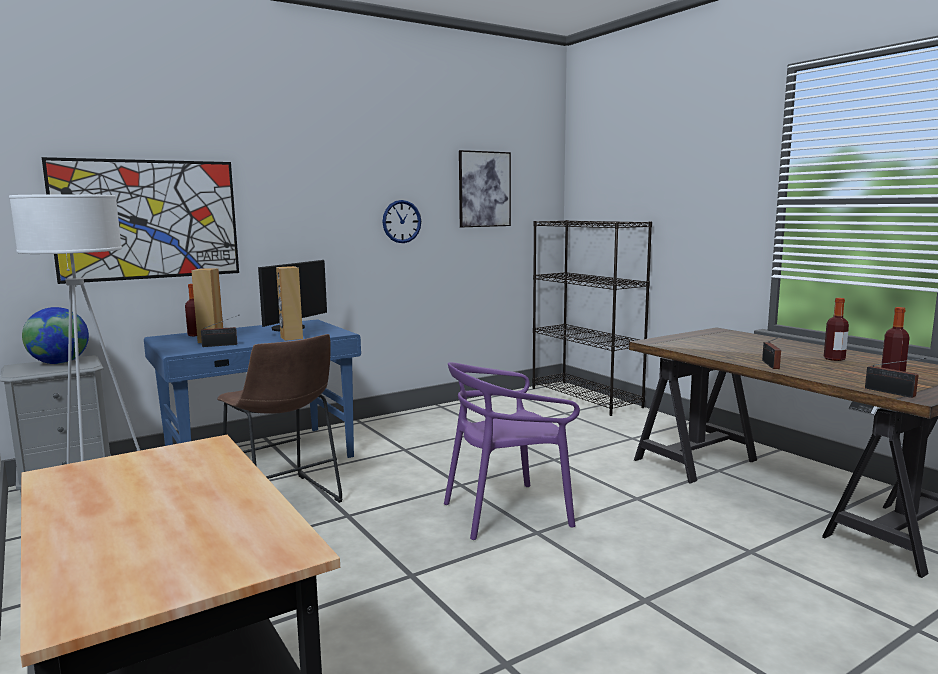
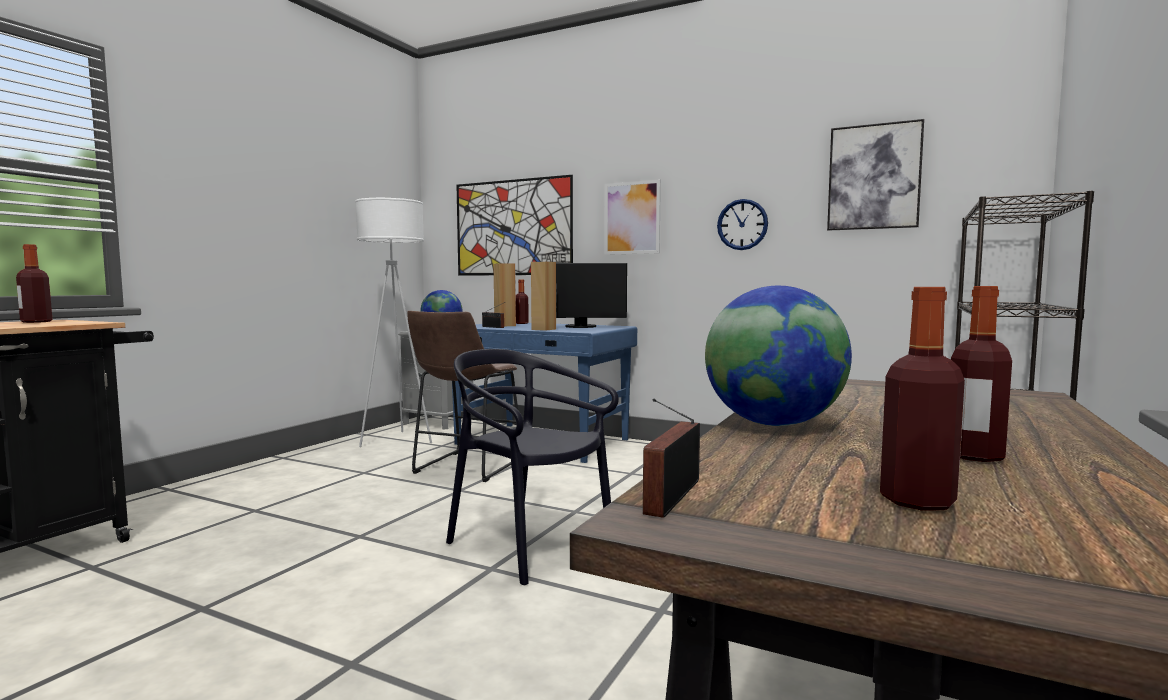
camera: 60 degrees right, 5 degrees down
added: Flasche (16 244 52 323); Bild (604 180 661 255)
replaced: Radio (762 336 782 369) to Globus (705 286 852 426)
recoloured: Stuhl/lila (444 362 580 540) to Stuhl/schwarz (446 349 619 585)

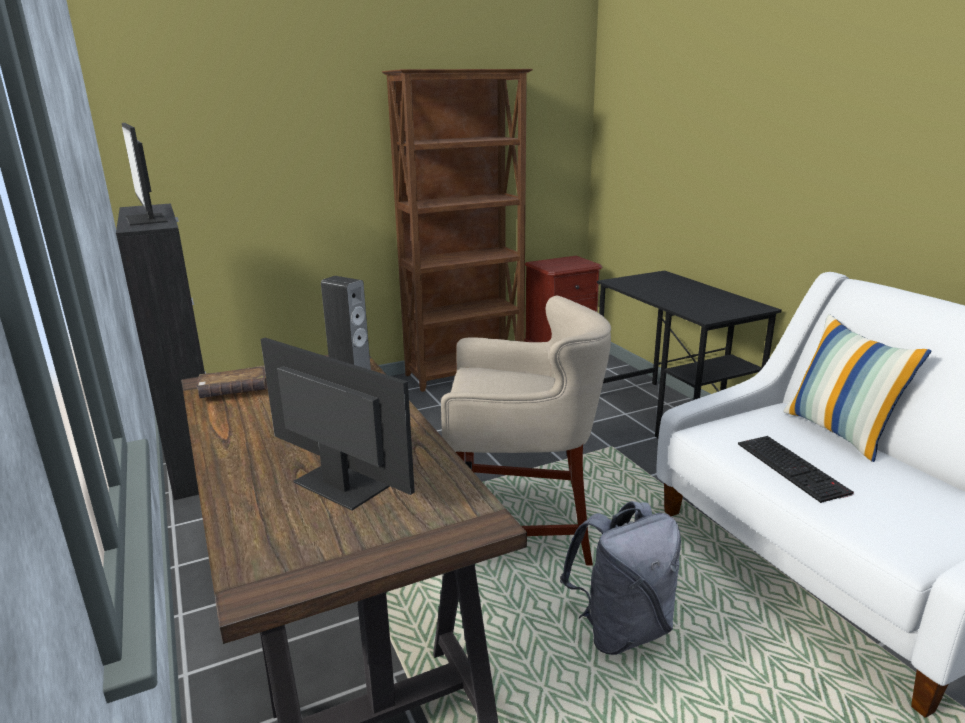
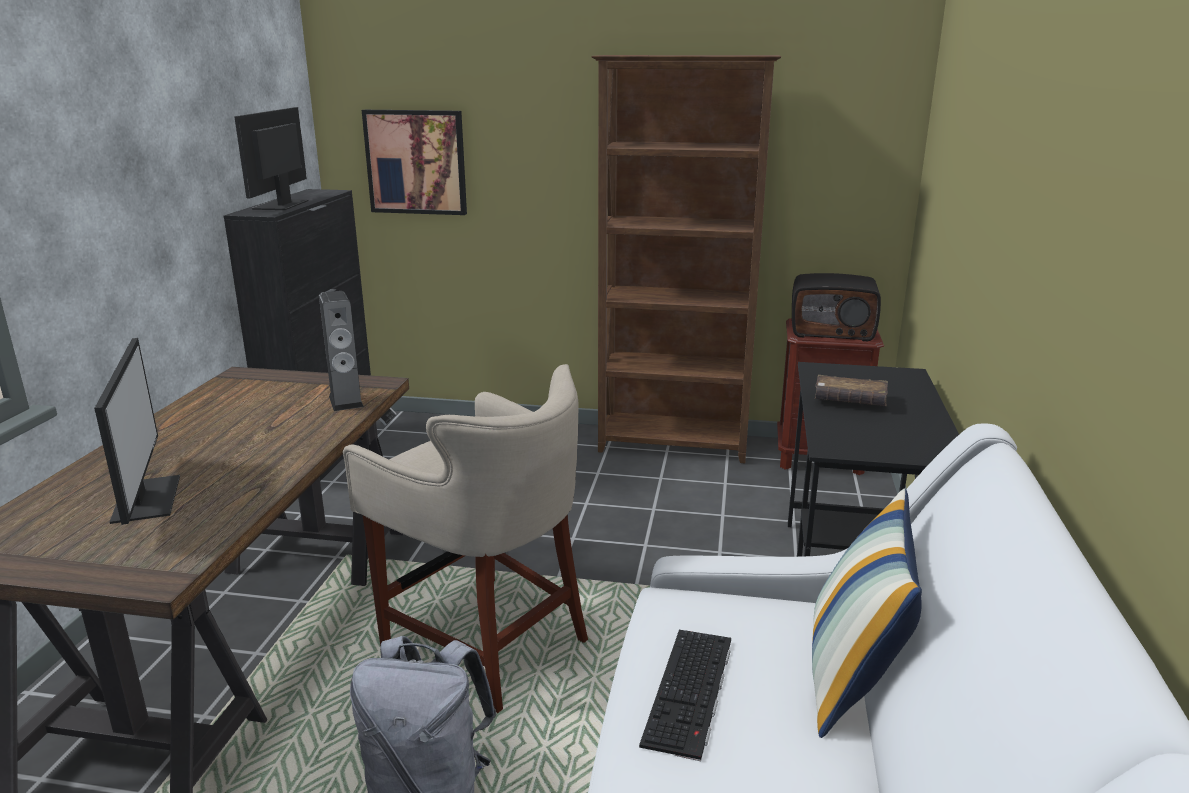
camera: 35 degrees right, 0 degrees up
added: Bild (362 110 467 215); Radio (792 273 881 341)
moved: Buch/braun (196 365 267 398) to (815 375 888 406)

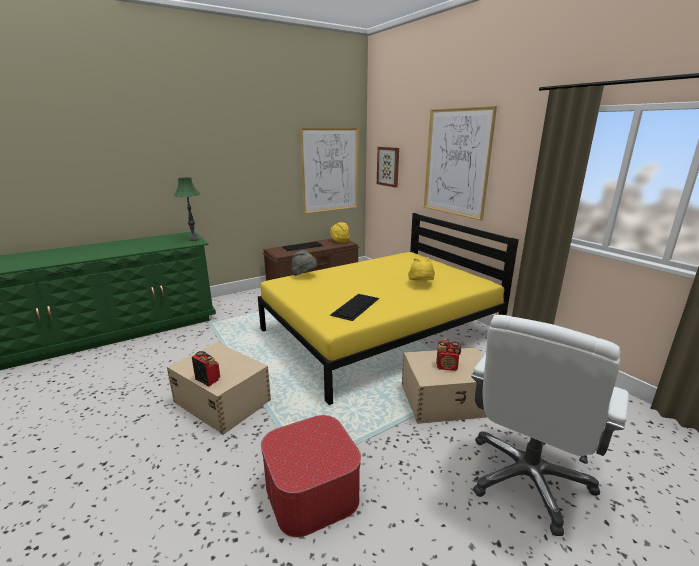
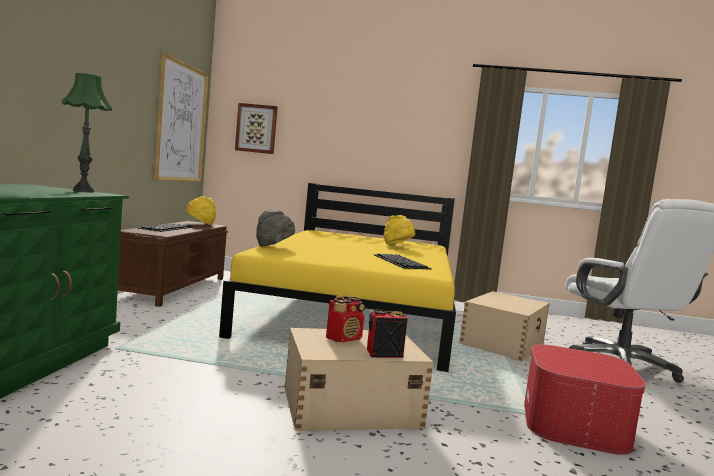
camera: 50 degrees left, 15 degrees down
removed: Bild (424 106 497 220)
moved: Radio (436 339 461 371) to (326 295 365 342)

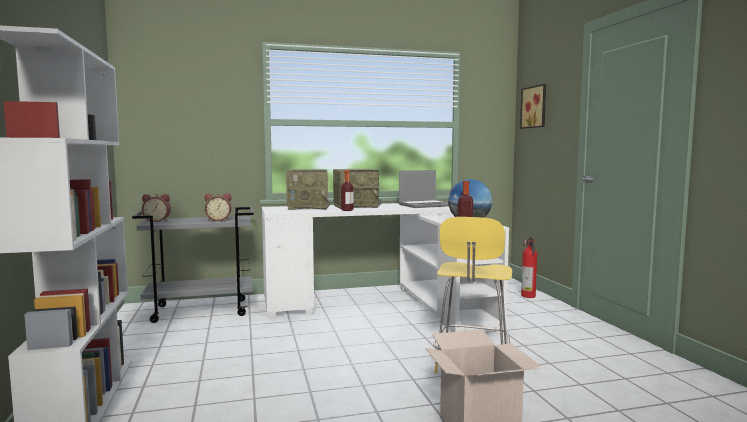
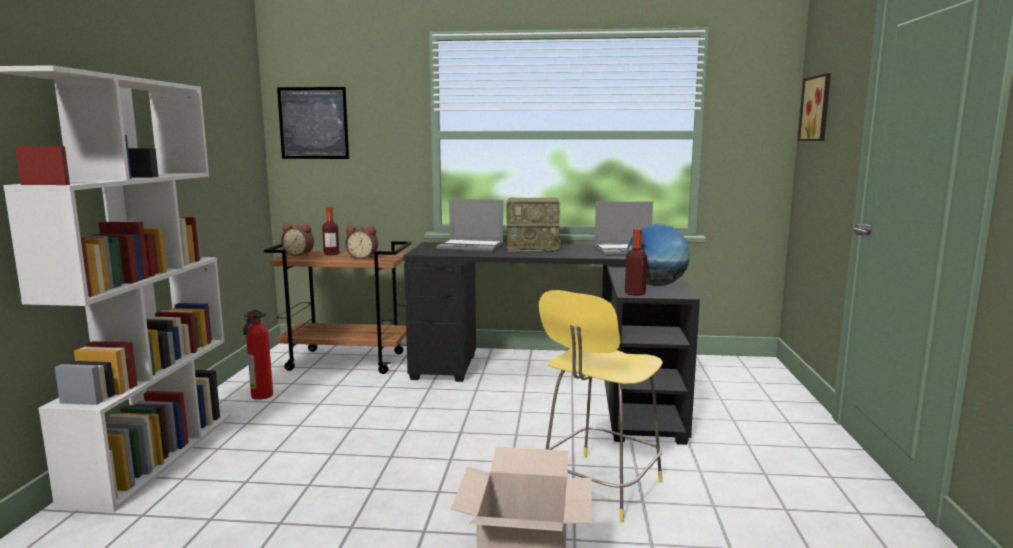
camera: 20 degrees right, 5 degrees up
added: Bild (277 87 349 159)
moved: Feuerlöscher (521 237 537 298) to (243 310 273 400); Flasche (341 170 353 211) to (322 207 339 255)
replaced: Radio (286 169 330 210) to Laptop (436 199 504 252)
recoloured: Rollwagen/grau (132 207 254 323) to Rollwagen/braun (264 241 412 374); Schreibtisch/weiß (262 203 509 333) to Schreibtisch/schwarz (404 242 700 445)

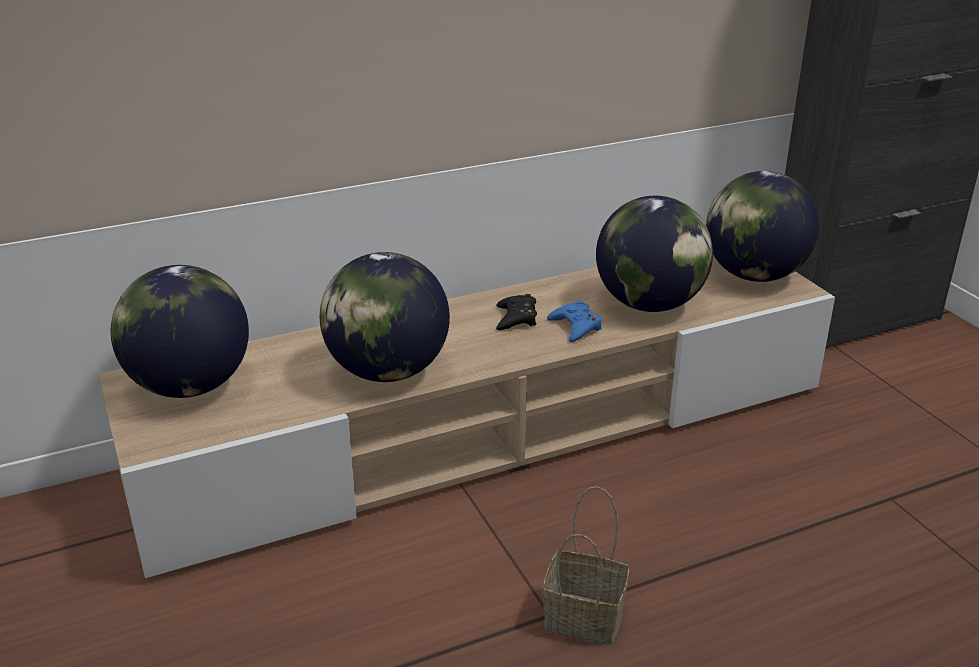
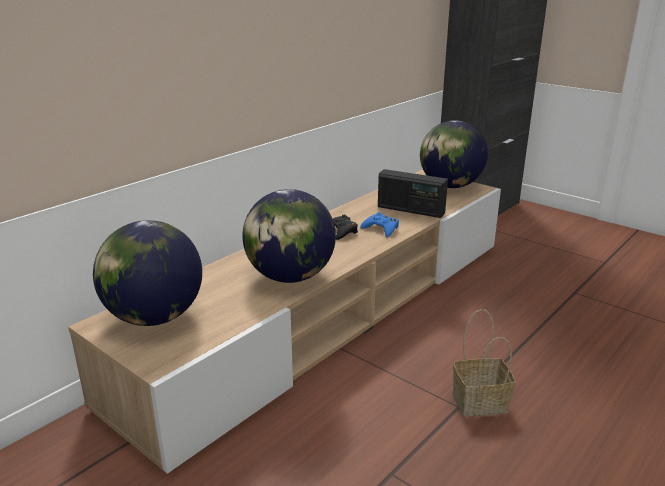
camera: 25 degrees left, 5 degrees down
replaced: Globus (596 196 713 312) to Radio (378 169 448 218)

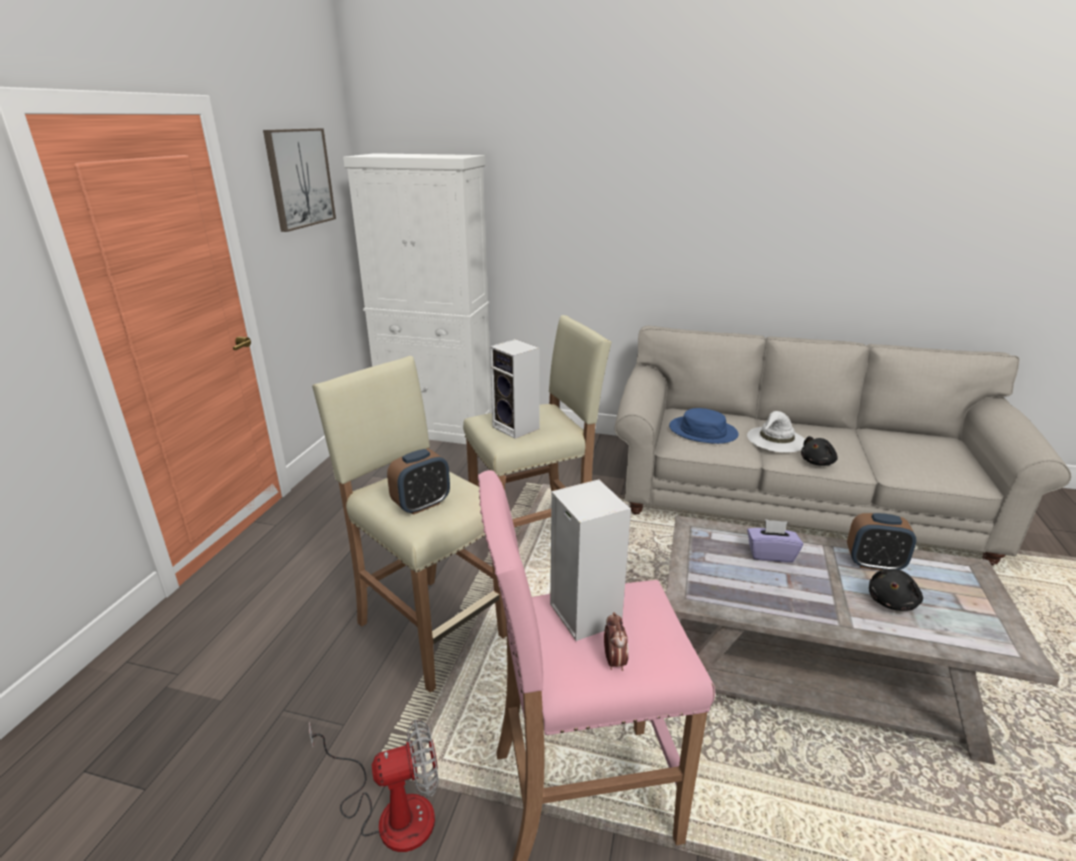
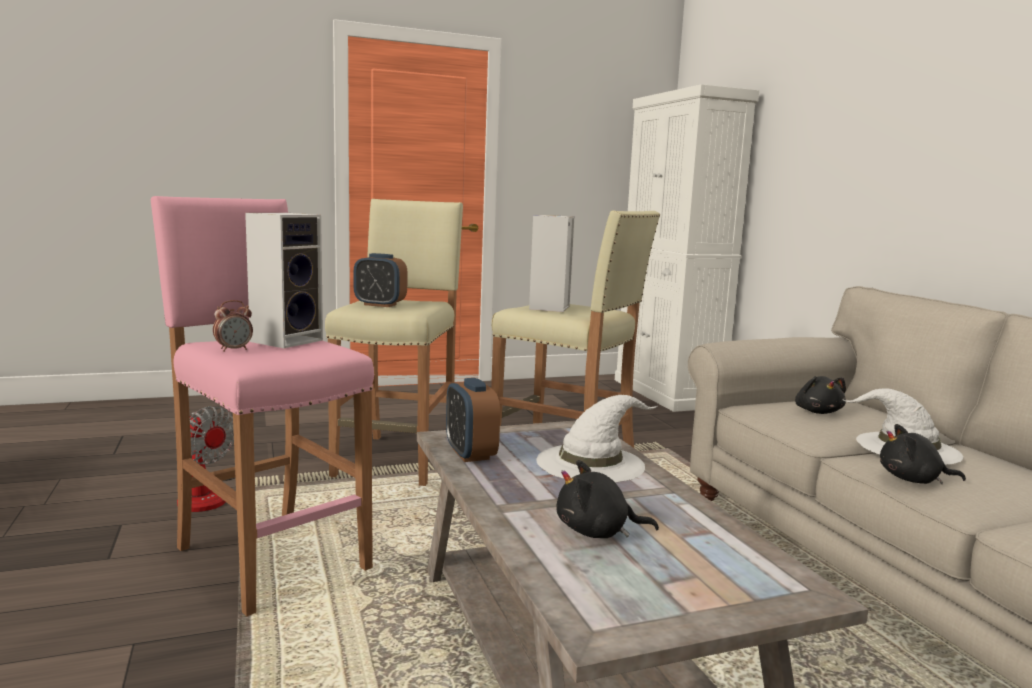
camera: 55 degrees right, 15 degrees down
removed: Bild (263 128 336 232)
moved: Wecker (847 513 916 570) to (446 378 500 462)
replaced: Taschentuchbox/lila (747 519 803 562) to Hut/weiß (537 395 657 483); Hut/blau (669 408 739 444) to Plüschtier/schwarz (795 376 846 414)

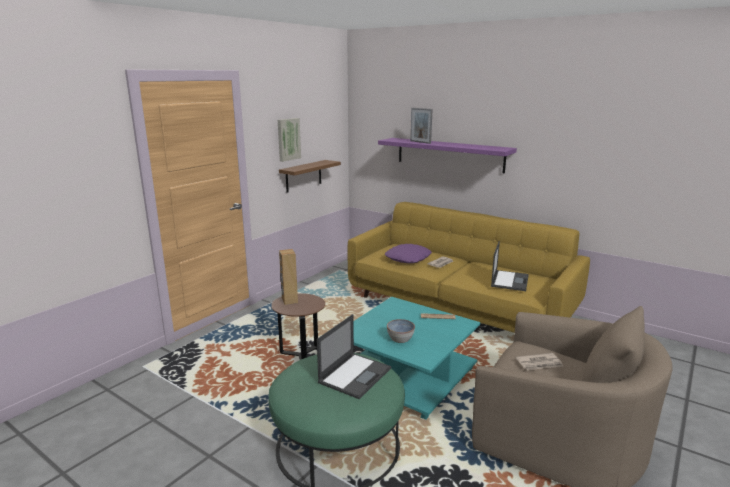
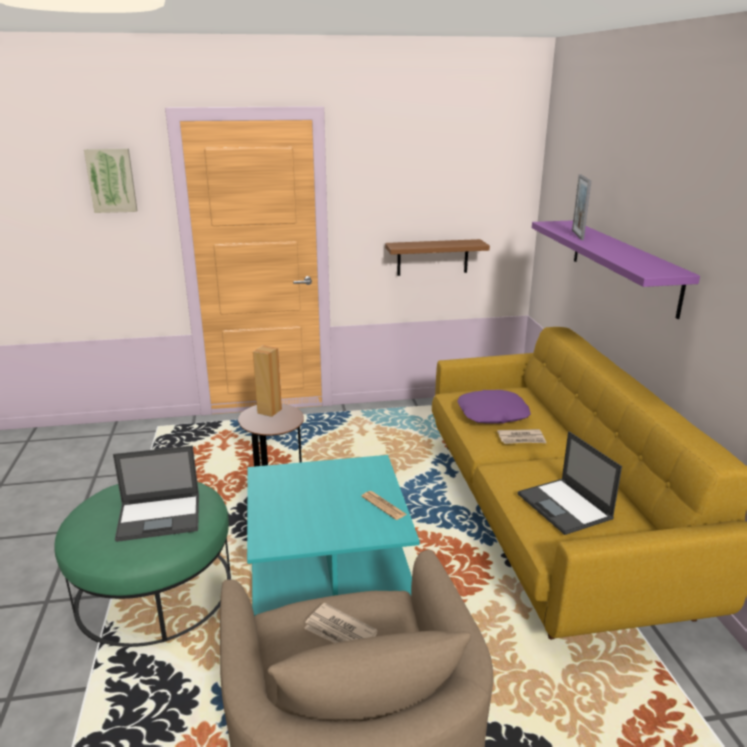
camera: 45 degrees right, 5 degrees up
removed: Schüssel (387 319 415 343)
moved: Bild (278 118 301 162) to (84 148 138 213)
turned: Laptop (491 241 529 291) = (518 431 622 535) 90 degrees clockwise

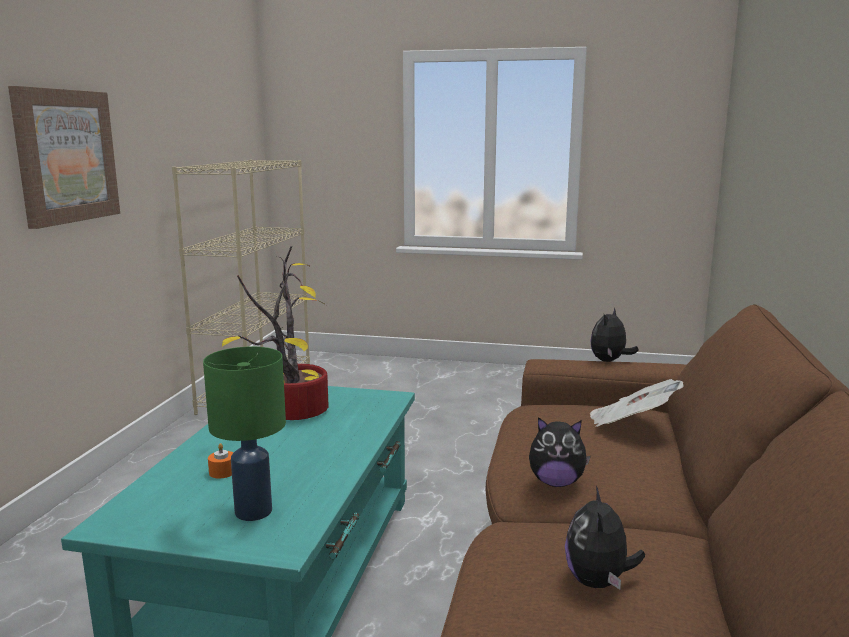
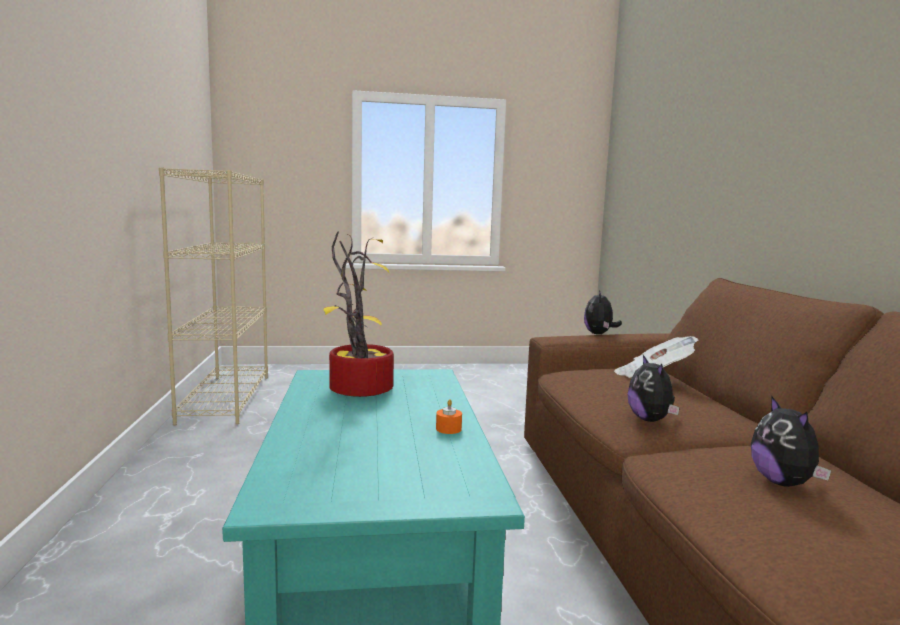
camera: 20 degrees left, 5 degrees down
removed: Bild (8 86 120 229); Tischlampe/grün (203 347 286 521)
moved: Kerze/orange (208 443 233 478) to (436 399 462 434)
turned: Plüschtier (529 417 590 487) = (628 355 680 422) 90 degrees clockwise

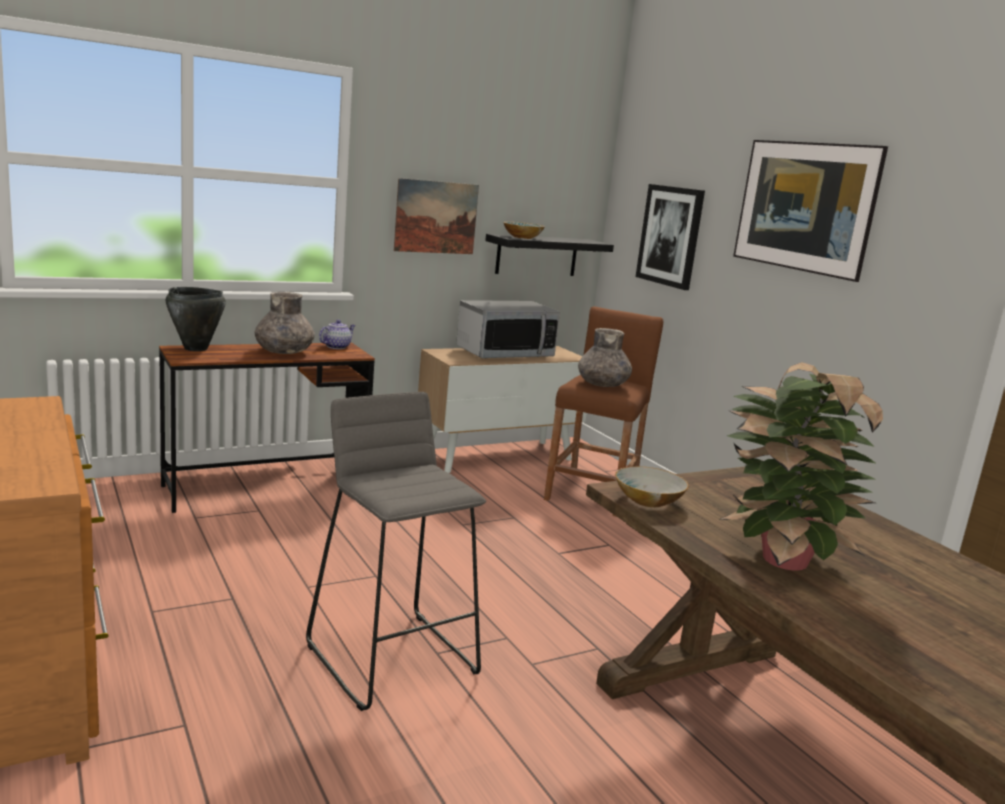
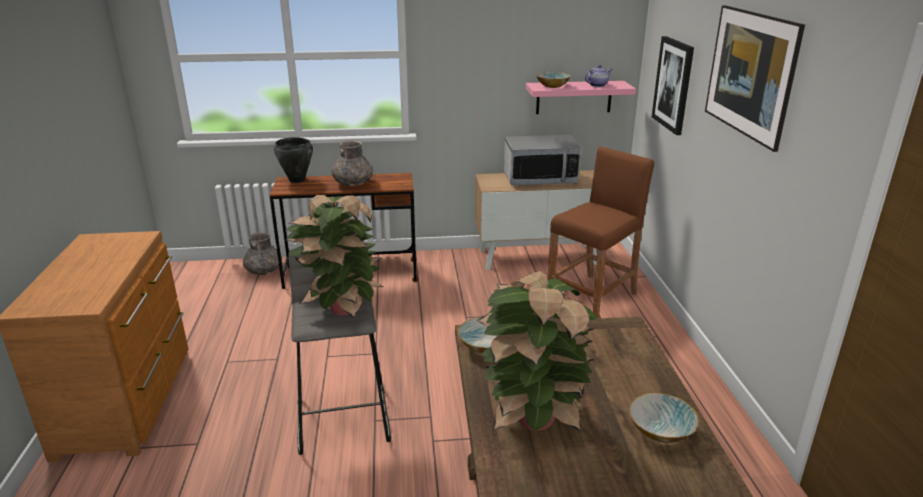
camera: 25 degrees right, 10 degrees up
removed: Bild (394 178 479 254)
added: Topfpflanze (285 195 384 318); Schüssel (629 393 699 443)
moved: Vase/grau (578 328 632 387) to (243 232 282 275); Teekanne (319 320 355 349) to (585 65 612 87)
recoloured: Wandregal/schwarz (485 234 614 276) to Wandregal/rosa (526 81 636 114)

